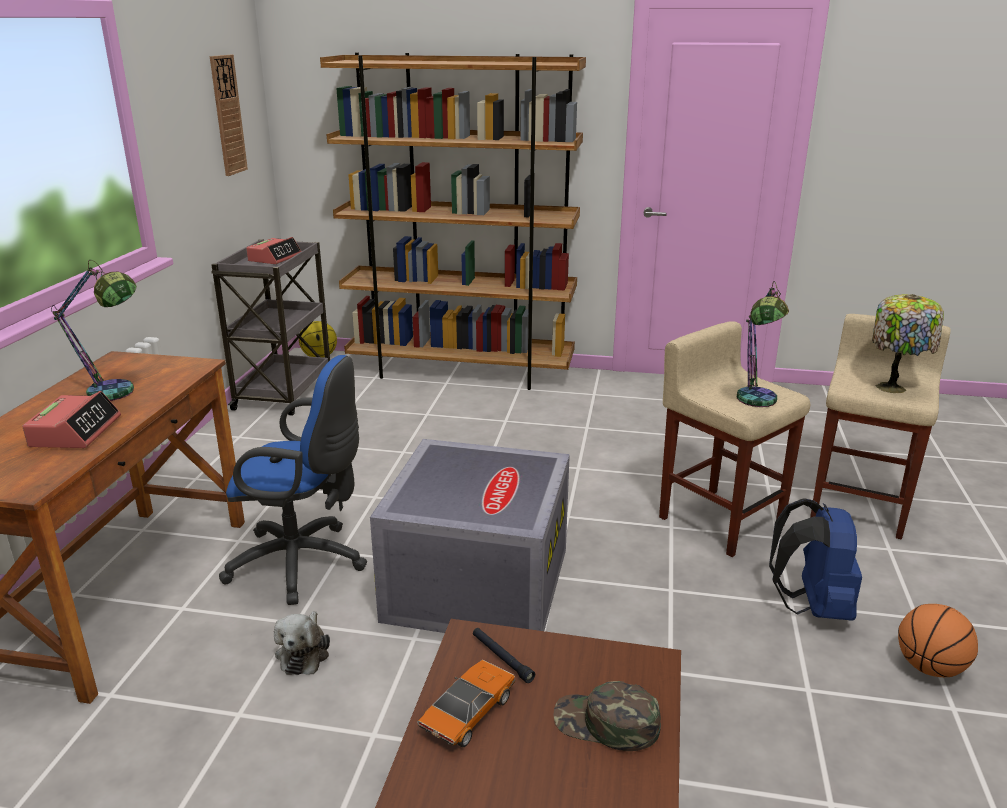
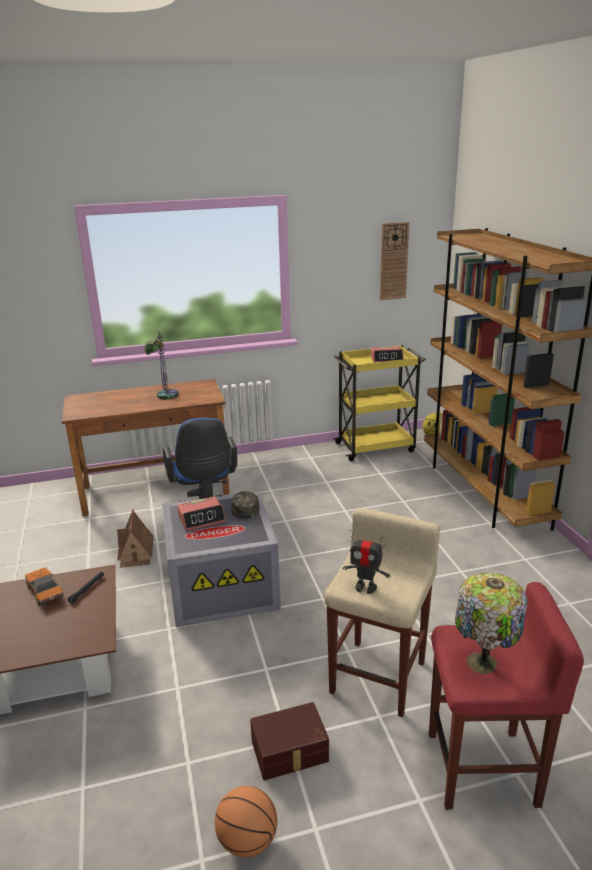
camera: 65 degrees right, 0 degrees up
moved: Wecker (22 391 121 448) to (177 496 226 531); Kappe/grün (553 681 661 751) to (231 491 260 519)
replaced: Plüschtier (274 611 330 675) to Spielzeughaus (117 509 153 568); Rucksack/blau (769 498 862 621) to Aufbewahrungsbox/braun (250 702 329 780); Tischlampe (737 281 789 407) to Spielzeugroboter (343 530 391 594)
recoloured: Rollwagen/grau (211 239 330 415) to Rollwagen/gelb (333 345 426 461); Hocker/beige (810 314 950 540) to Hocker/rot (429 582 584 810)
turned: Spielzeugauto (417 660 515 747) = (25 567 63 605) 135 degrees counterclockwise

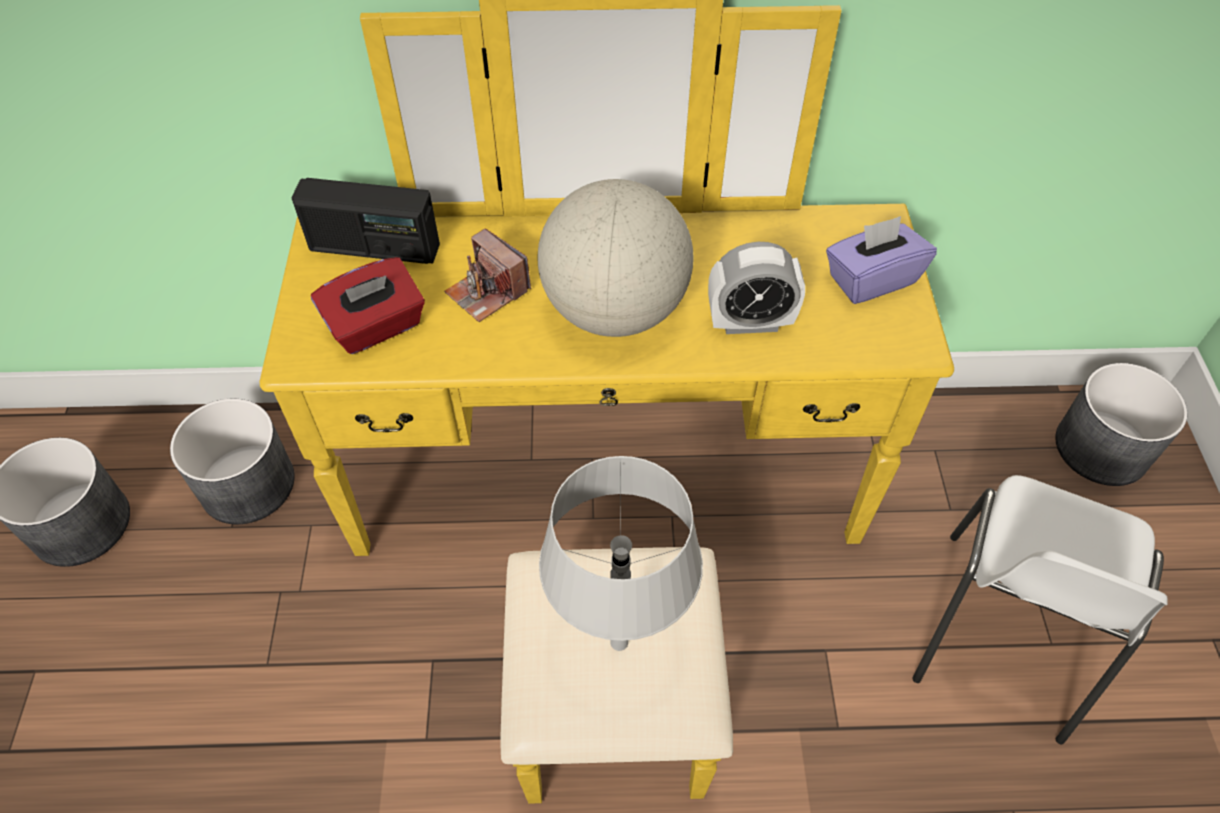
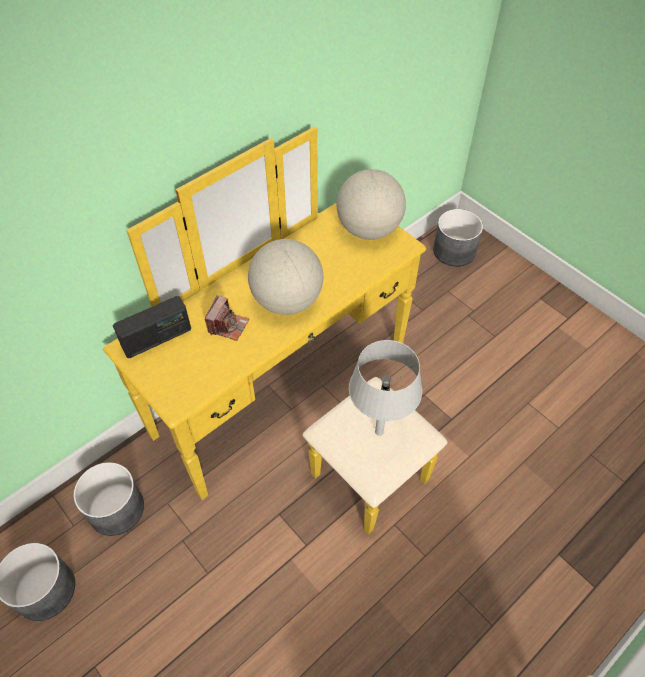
camera: 40 degrees left, 0 degrees up
removed: Taschentuchbox/rot (311 257 425 354); Wecker (708 242 805 334); Stuhl/weiß (913 475 1168 745)
replaced: Taschentuchbox/lila (826 216 937 304) to Globus (337 169 406 240)
turned: Kamera (444 228 531 322) = (205 296 249 341) 75 degrees counterclockwise

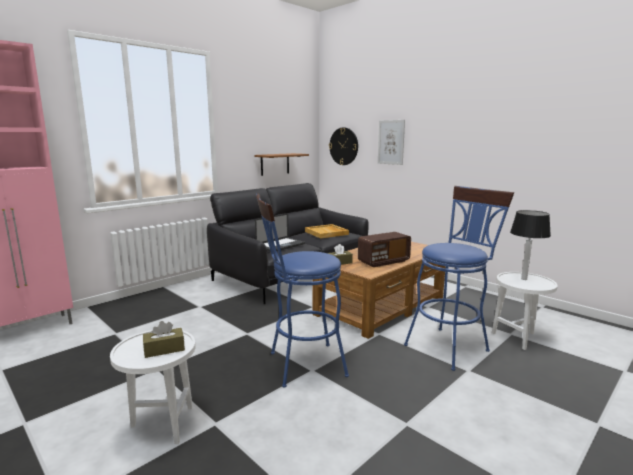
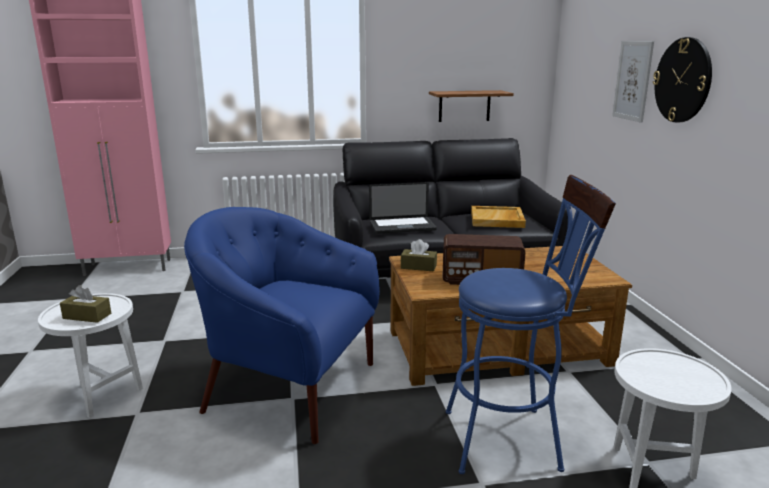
camera: 35 degrees right, 5 degrees up
removed: Tischlampe (510 210 551 280)
moved: Wanduhr (329 127 358 165) to (653 37 712 122)
replaced: Hocker/blau (256 194 349 388) to Sessel/blau (184 207 380 444)

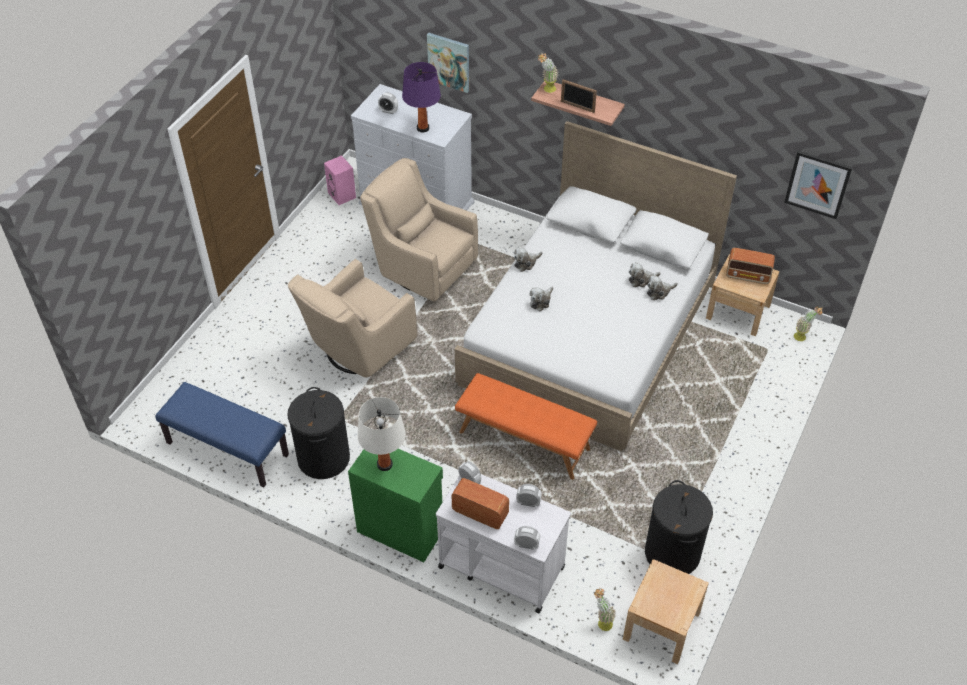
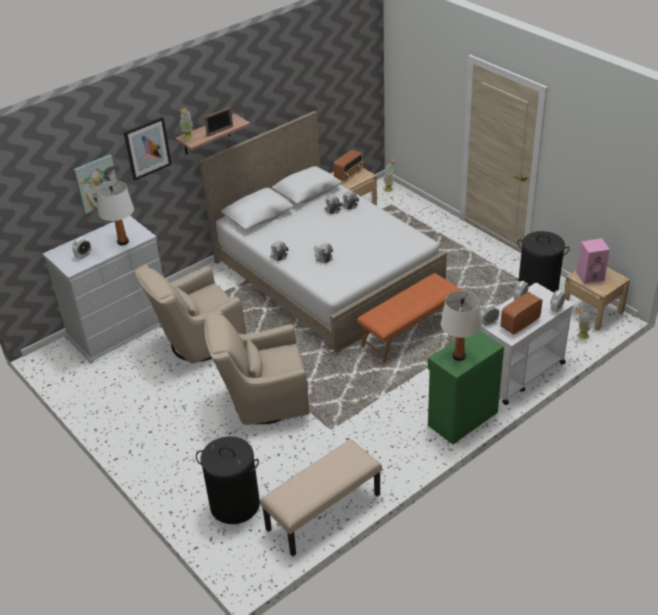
camera: 65 degrees left, 10 degrees down
moved: Bild (784 151 853 219) to (124 117 172 181); Wäschekorb/schwarz (287 387 350 479) to (196 436 260 524); Lautsprecher/rosa (324 155 356 205) to (576 238 610 284)
recoloured: Tischlampe/lila (402 62 441 132) to Tischlampe/weiß (96 180 134 245); Bank/blau (155 382 289 487) to Bank/beige (260 439 382 556)
turned: Sessel/beige (288 259 417 377) = (204 309 310 425) 105 degrees clockwise

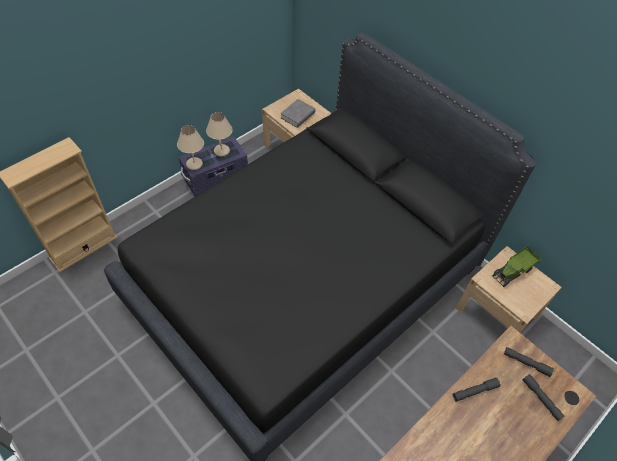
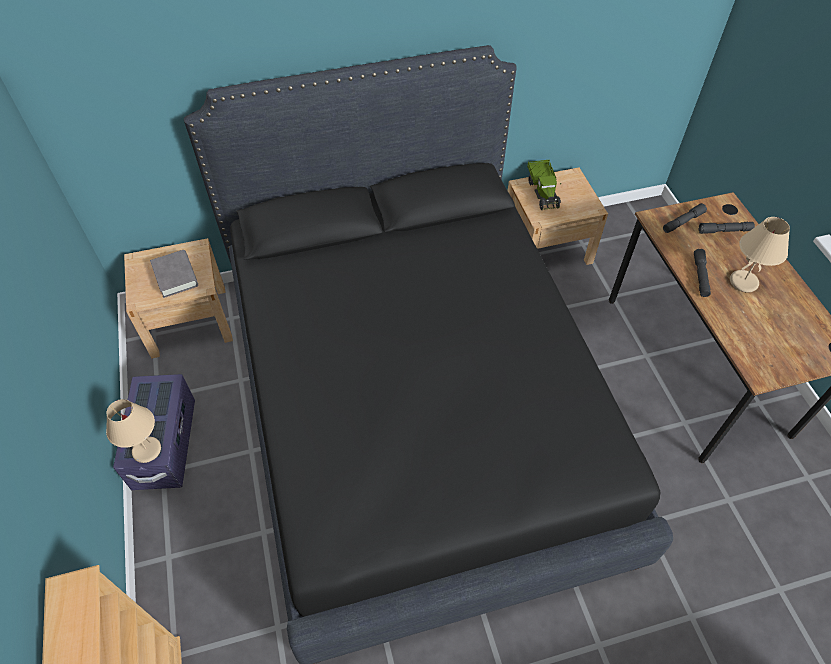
camera: 60 degrees left, 0 degrees up
moved: Tischlampe/beige (206 112 233 157) to (730 217 790 292)

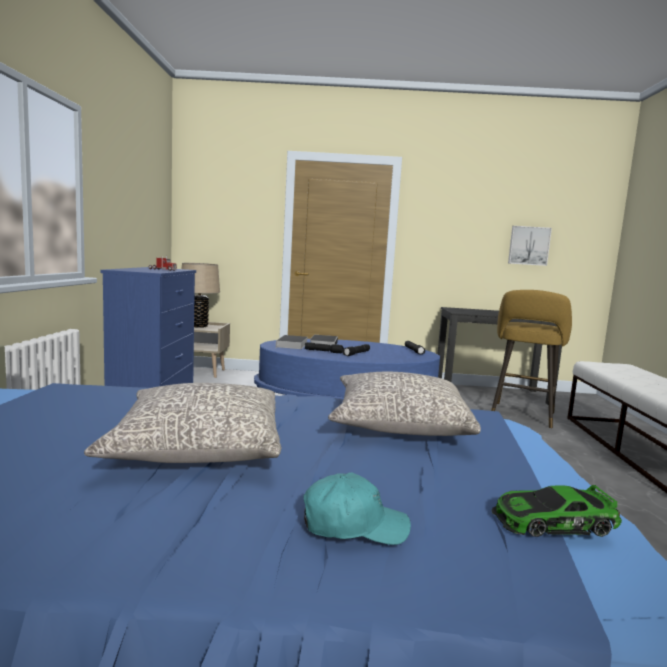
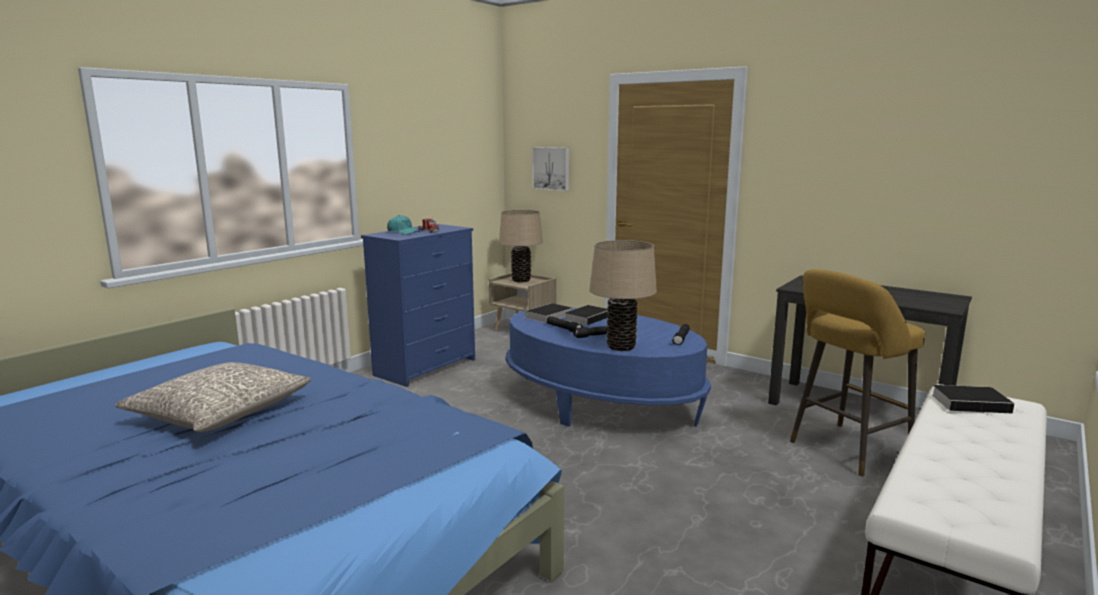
camera: 35 degrees right, 5 degrees up
removed: Kissen/grau (328 372 481 436); Spielzeugauto (492 485 622 537)
added: Tischlampe/beige (589 240 657 351); Buch (932 385 1023 414)
moved: Kappe/türkis (303 472 411 545) to (387 215 420 235); Bild (508 226 552 266) to (532 147 569 191)

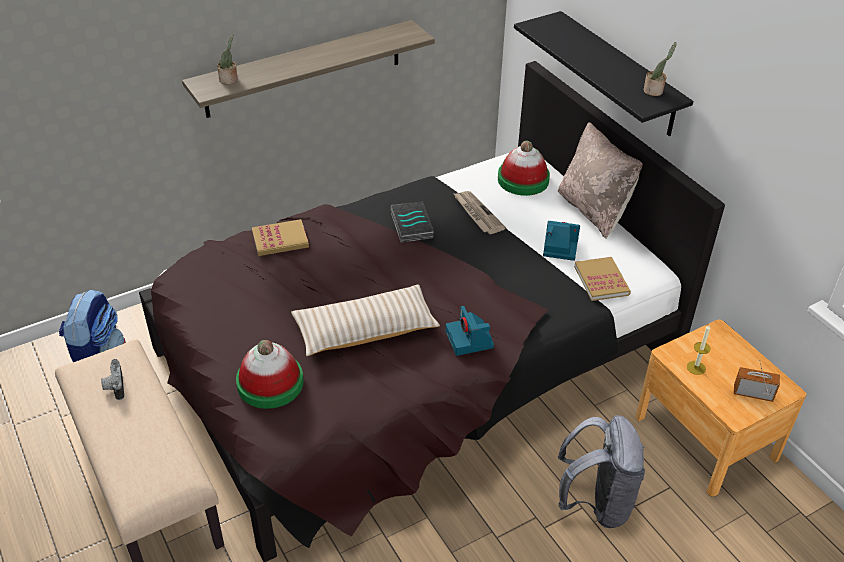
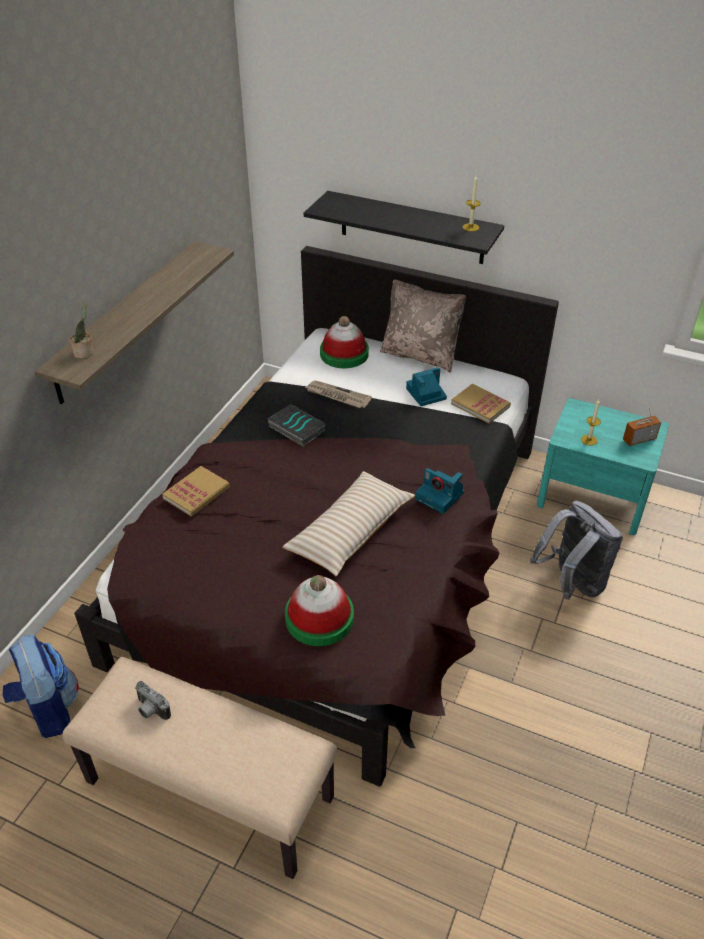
camera: 35 degrees left, 0 degrees up
replaced: Topfpflanze (644 42 677 96) to Kerze (462 176 481 232)
recoloured: Nachttisch/braun (636 319 806 497) to Nachttisch/türkis (537 398 669 535)

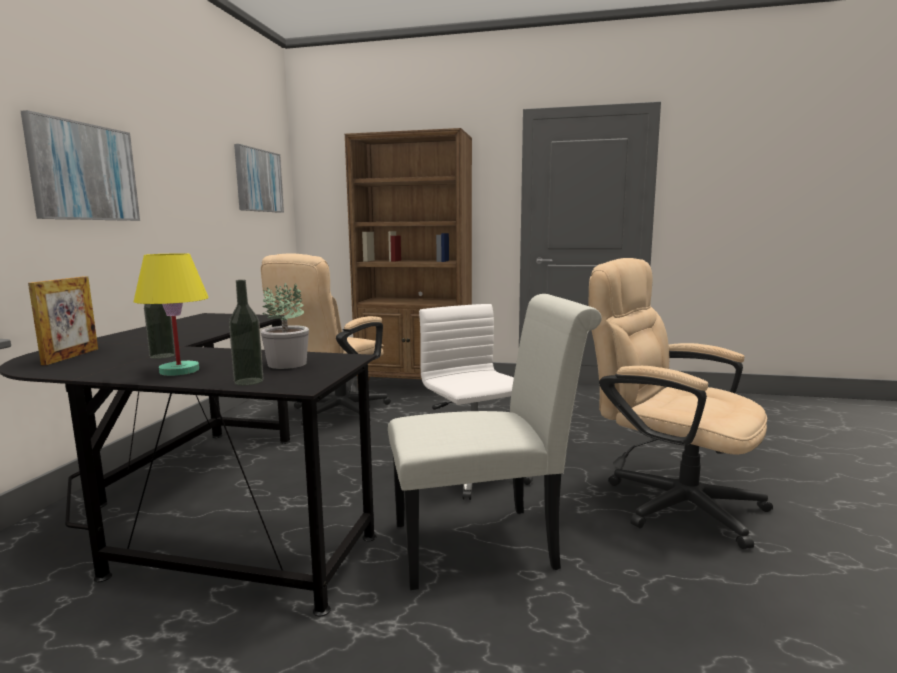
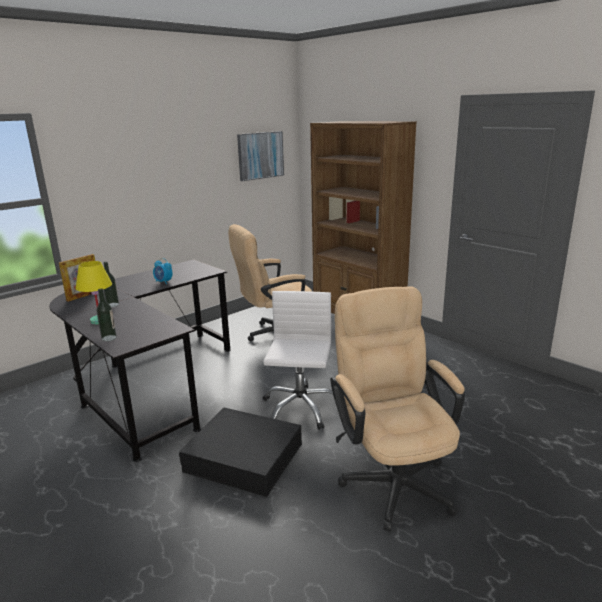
camera: 35 degrees right, 10 degrees up
removed: Bild (21 110 140 221); Topfpflanze (261 283 309 369)
added: Wecker (153 258 173 284)
replaced: Stuhl/weiß (388 294 602 590) to Aufbewahrungsbox/schwarz (179 408 302 497)

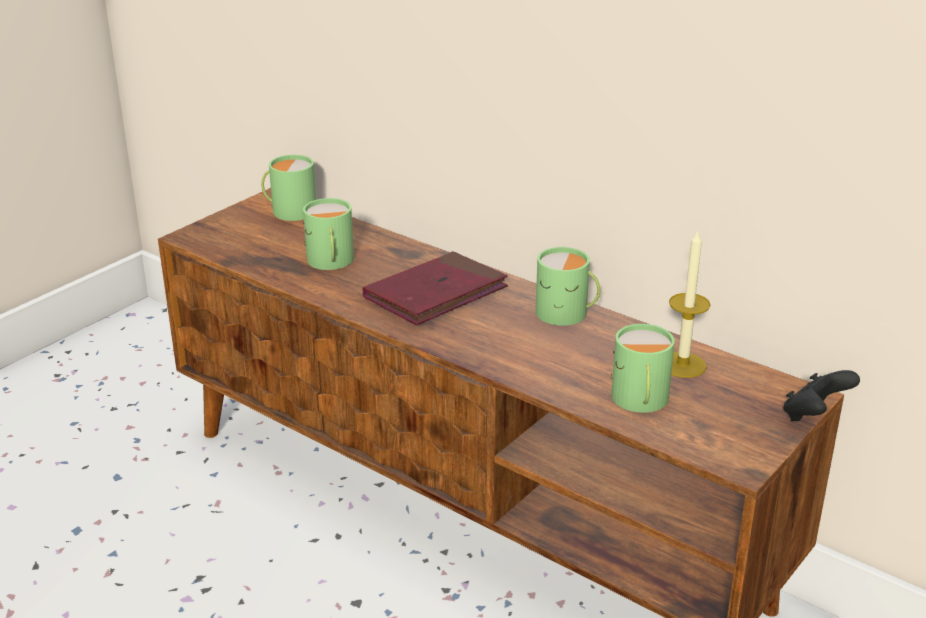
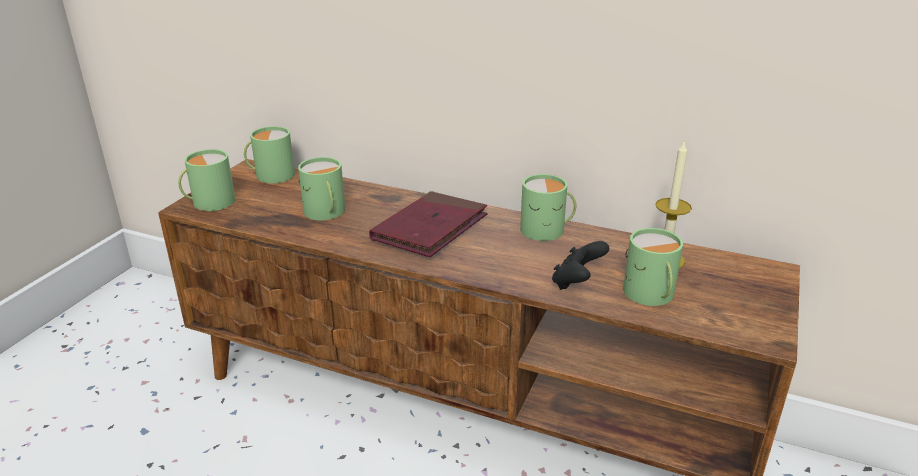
camera: 15 degrees left, 0 degrees up
added: Henkelbecher/grün (178 149 235 211)
moved: Gamepad/schwarz (783 370 860 421) to (552 241 609 290)

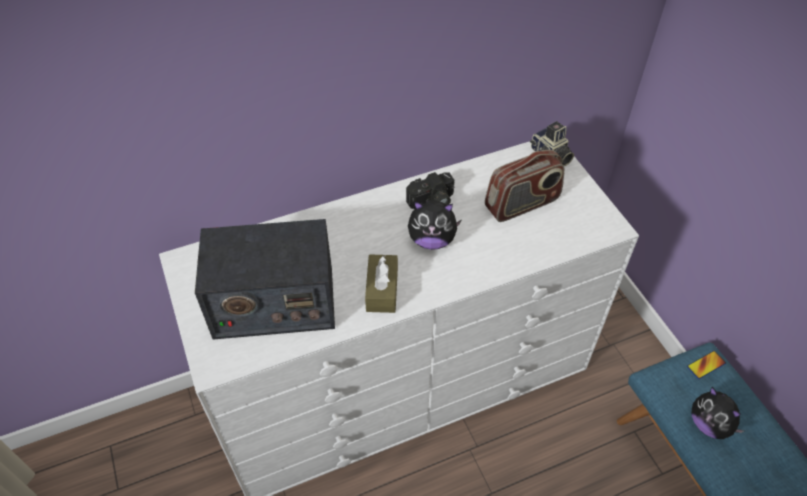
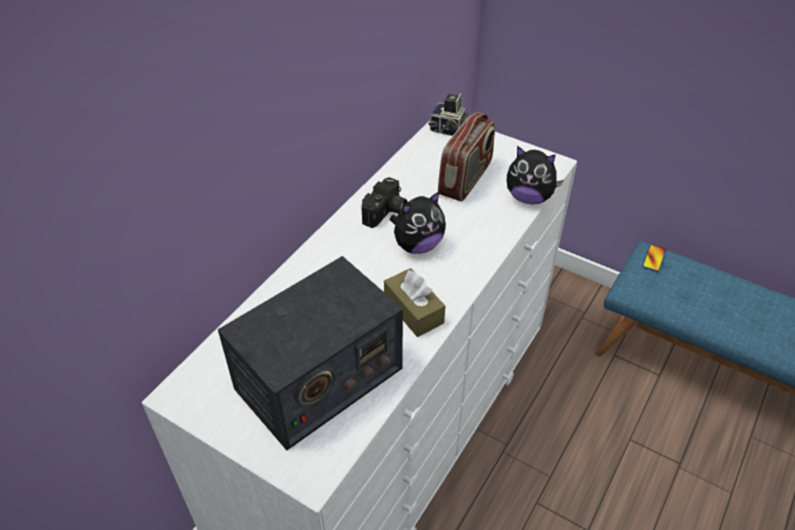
camera: 35 degrees left, 5 degrees down
moved: Plüschtier (691 387 744 439) to (507 146 563 204)

